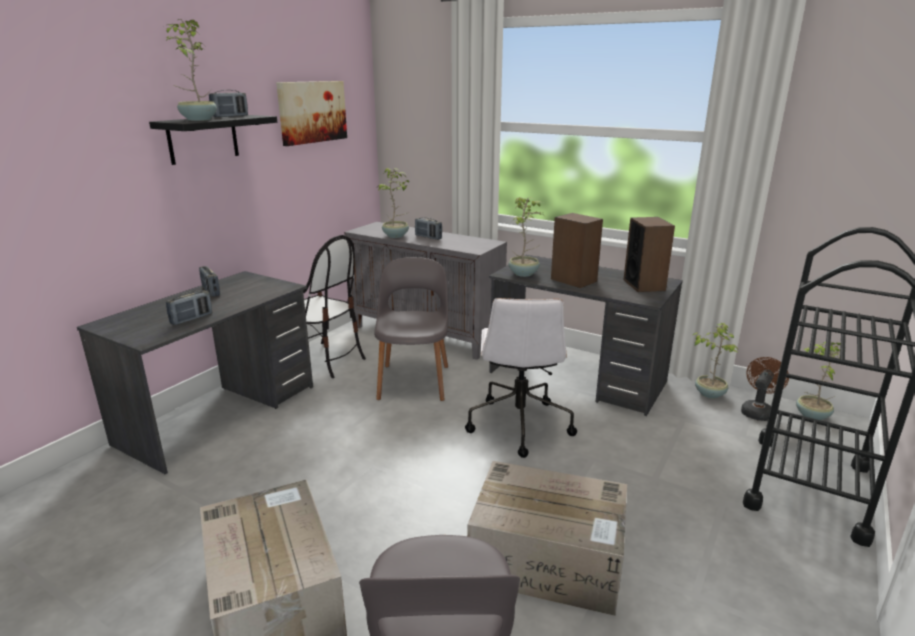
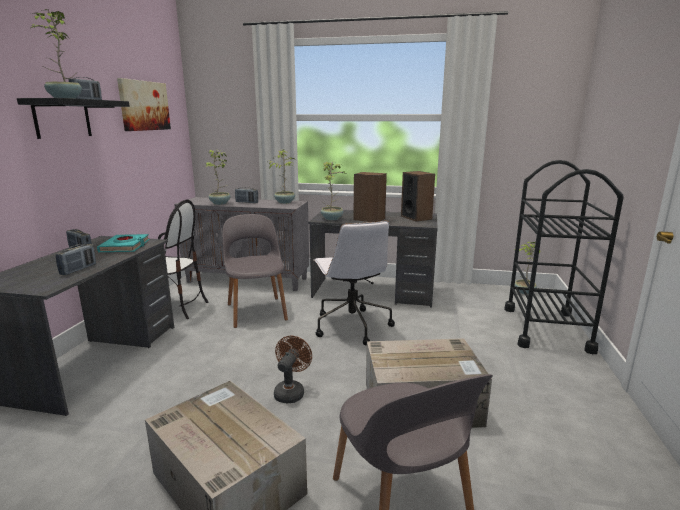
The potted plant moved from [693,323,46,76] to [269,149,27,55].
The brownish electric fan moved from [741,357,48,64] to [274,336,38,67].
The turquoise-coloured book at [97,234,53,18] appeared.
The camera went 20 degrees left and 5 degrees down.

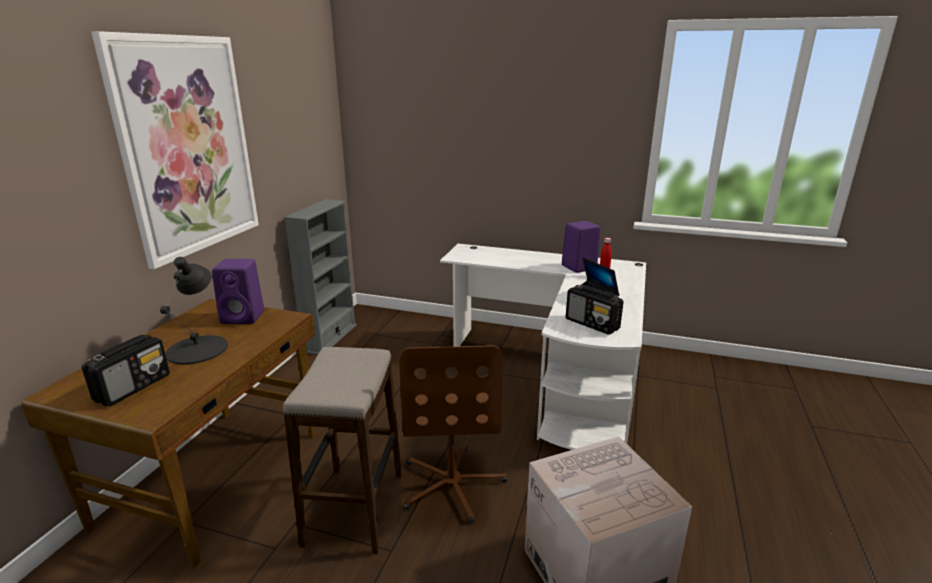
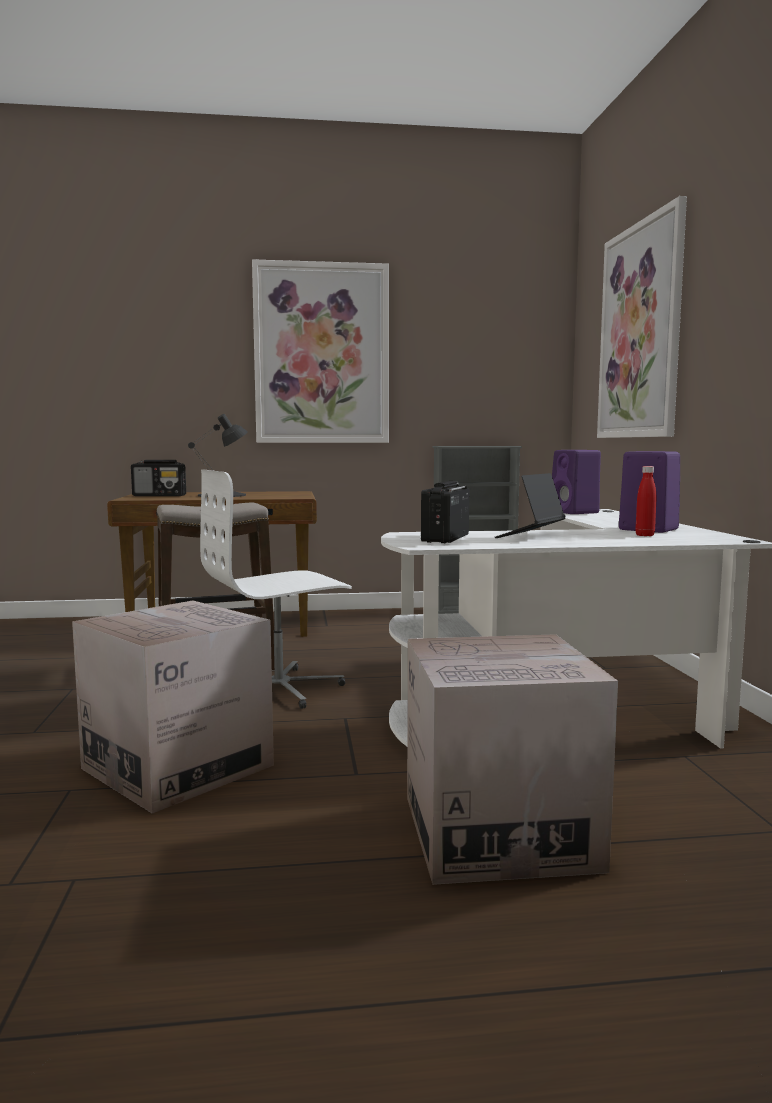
The purple loudspeaker moved from [212,259,52,65] to [552,450,49,64].
The brownish office chair at [399,345,108,179] became the white office chair at [200,469,152,240].
The wall art at [597,196,90,242] appeared.
The carton at [407,634,211,251] appeared.
The camera went 65 degrees right and 15 degrees down.

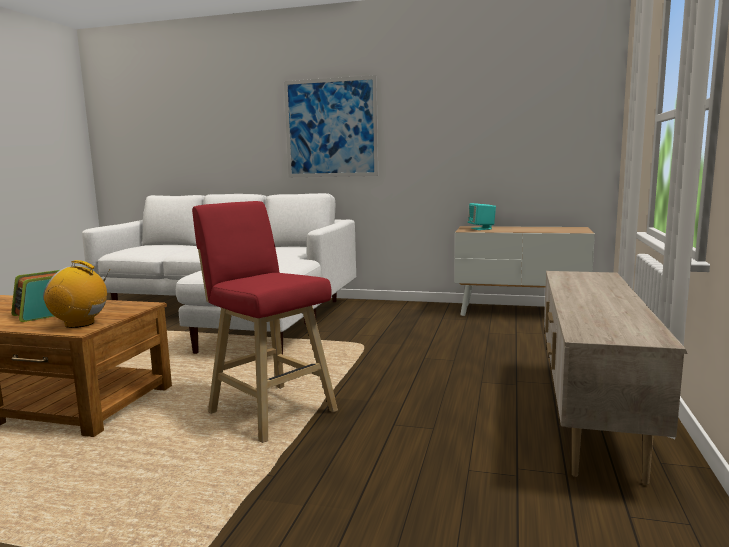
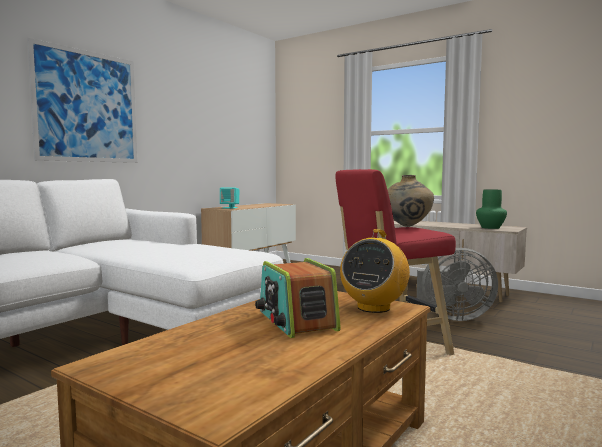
The sand-coloured flower vase at [388,175,46,52] appeared.
The green-coloured flower vase at [476,189,31,40] appeared.
The grey electric fan at [417,248,81,73] appeared.
The camera went 70 degrees left and 5 degrees down.

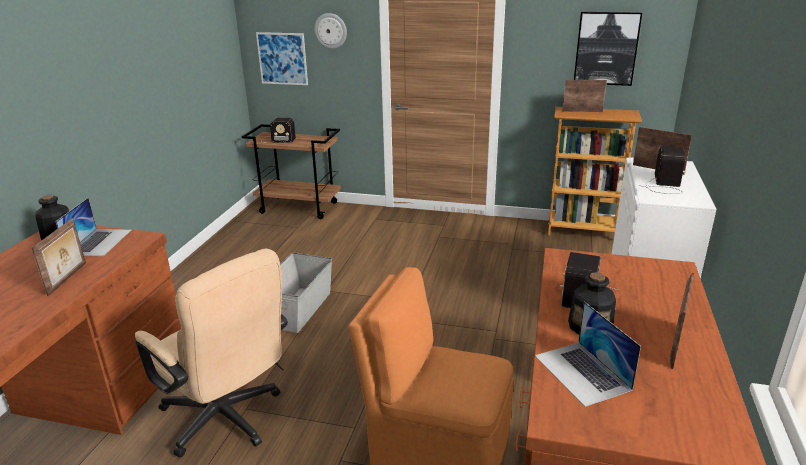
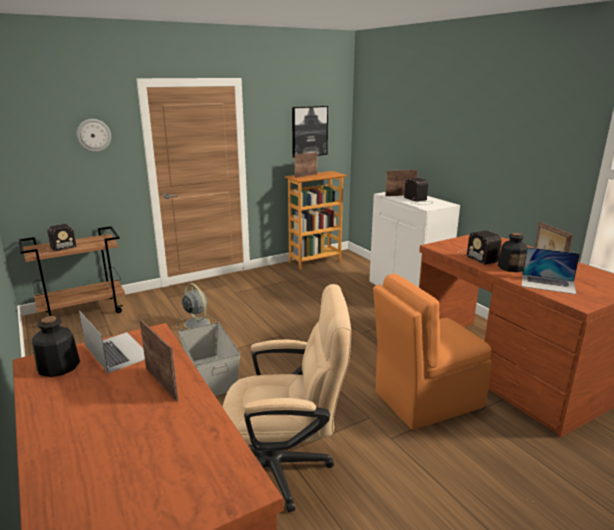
The wall art at [256,32,52,53] disappeared.
The grey electric fan at [176,283,40,47] appeared.
The camera went 45 degrees left and 5 degrees down.

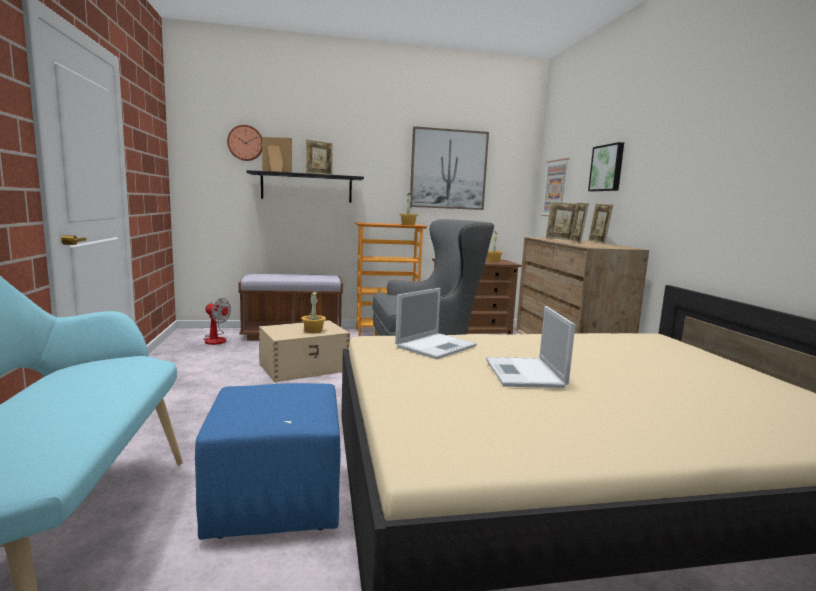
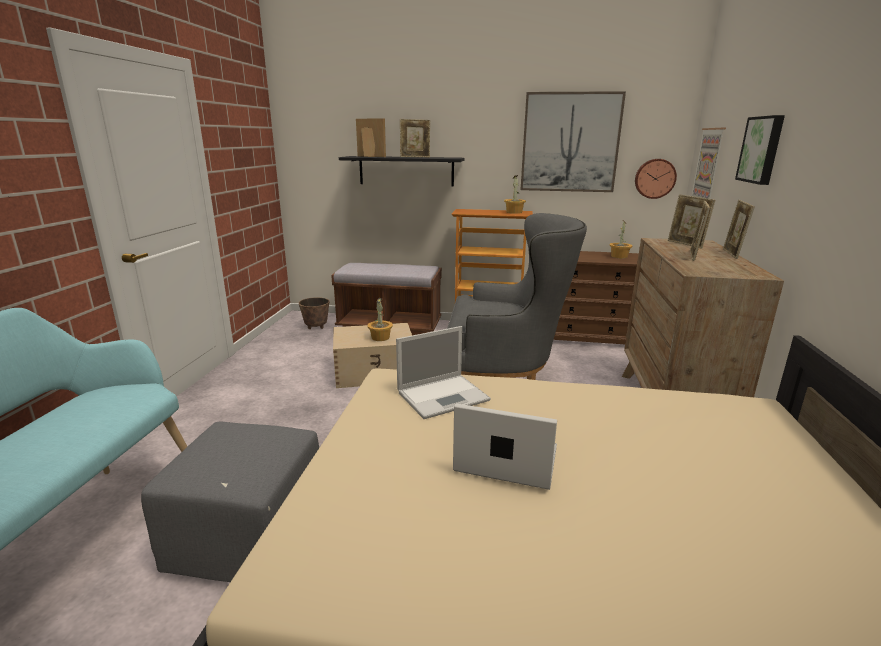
The hanging clock moved from [227,125,35,36] to [635,159,42,40].
The electric fan at [203,298,28,47] was replaced by the planter at [299,297,30,32].
The laptop at [486,306,89,82] turned 90 degrees clockwise.
The blue pouffe at [195,383,145,157] became the grey pouffe at [141,421,178,161].
The camera went 20 degrees right and 10 degrees up.

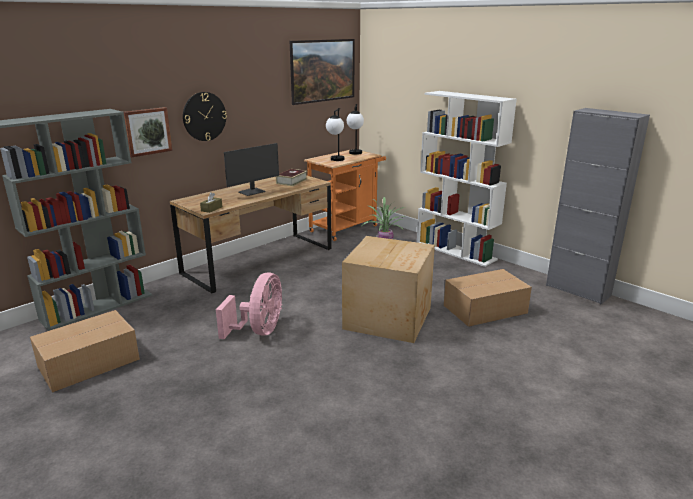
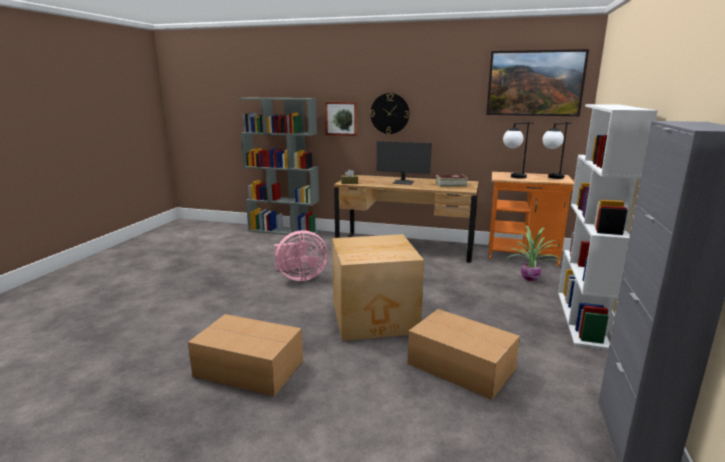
The carton moved from [30,310,110,83] to [188,314,115,82].
The camera went 60 degrees right and 5 degrees down.

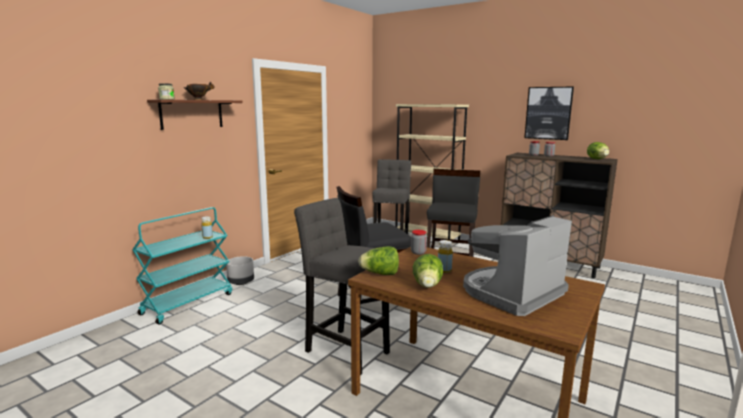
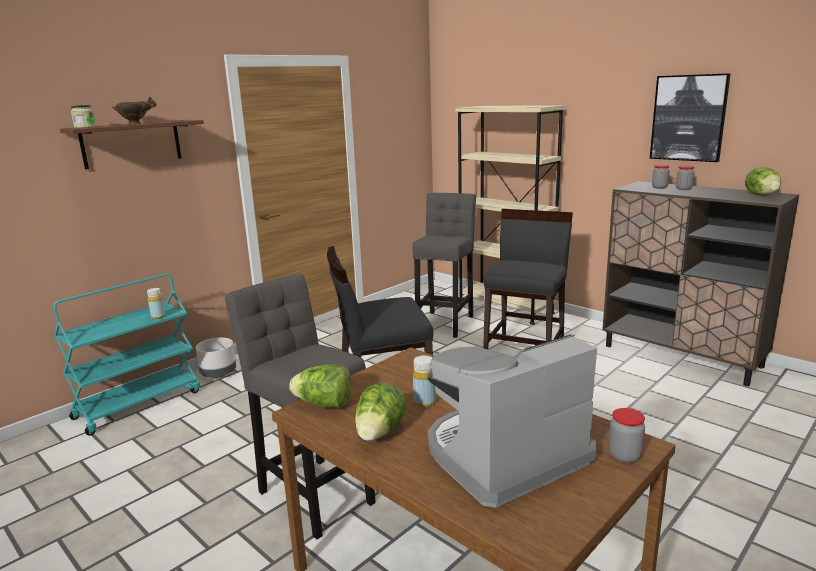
The jar moved from [411,230,16,25] to [608,408,37,55].
The camera went 10 degrees right and 5 degrees up.

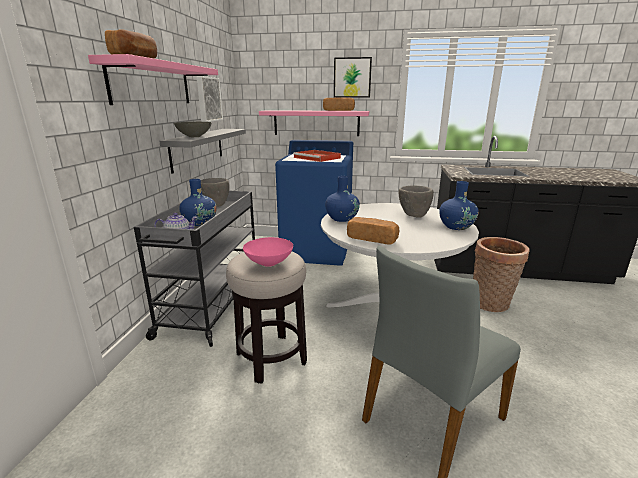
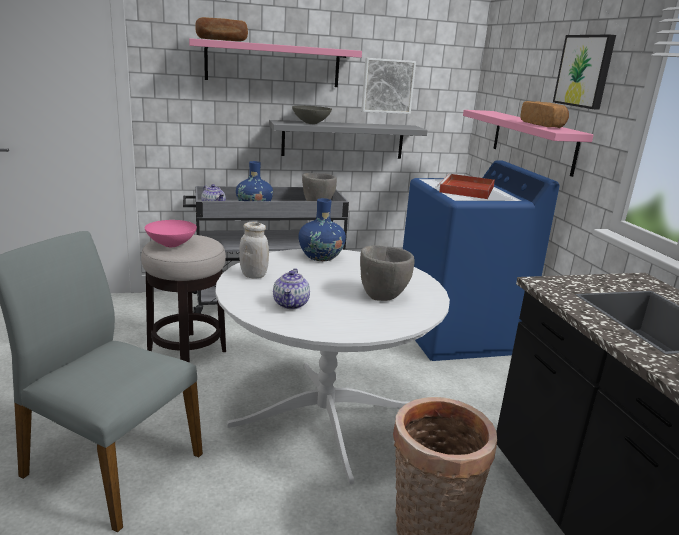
The blue flower vase at [439,181,40,49] disappeared.
The bread at [347,217,52,27] was replaced by the white jar at [239,222,30,57].
The pot for tea at [273,268,37,41] appeared.
The camera went 65 degrees right and 0 degrees up.

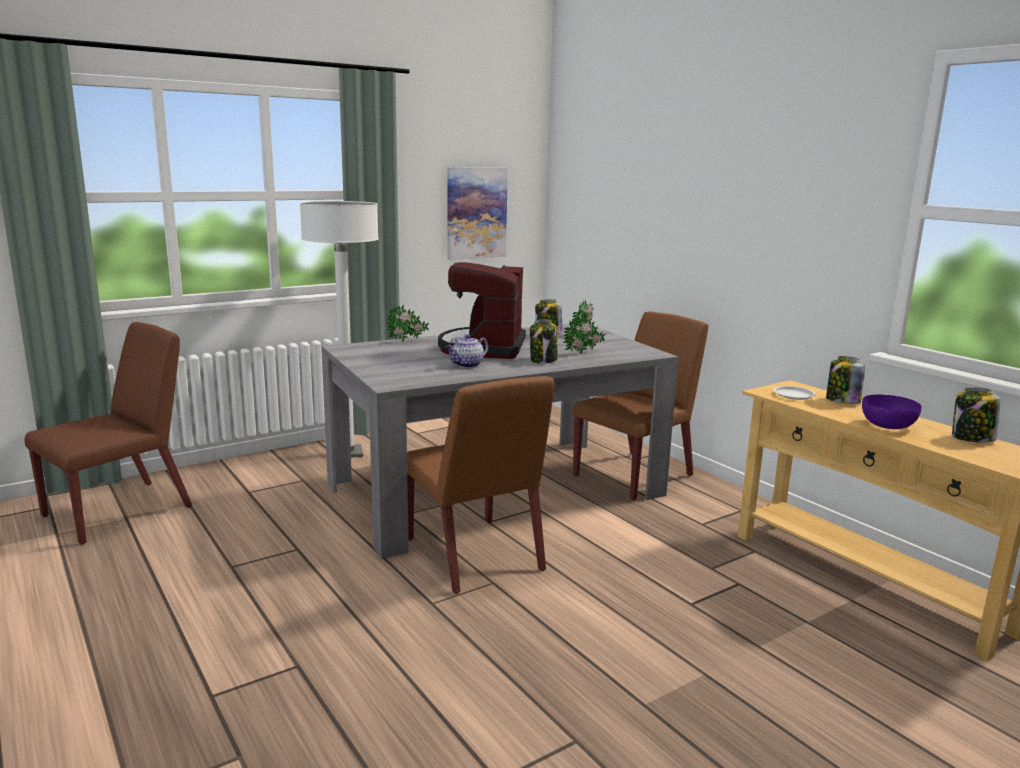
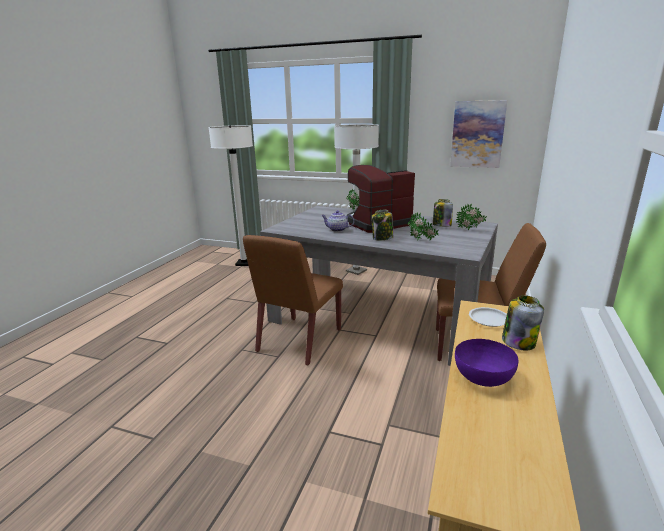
The brownish chair at [25,322,167,223] was replaced by the white floor lamp at [208,125,45,141].
The jar at [952,387,48,56] disappeared.
The camera went 55 degrees right and 5 degrees up.

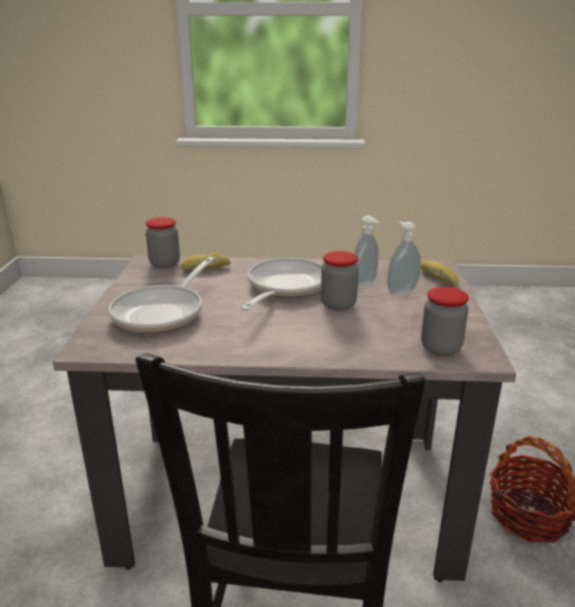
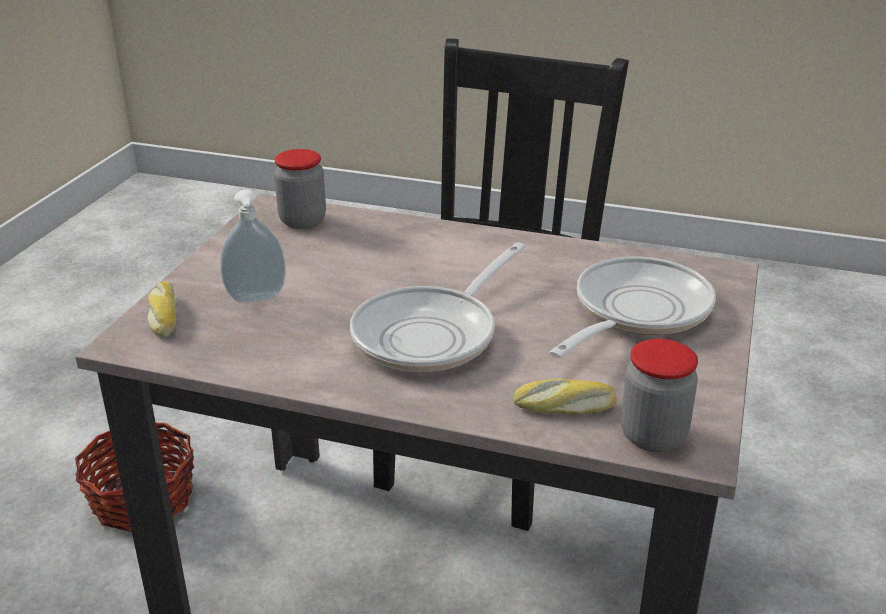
The soap bottle at [354,216,26,72] disappeared.
The jar at [321,251,38,60] disappeared.
The camera went 165 degrees left and 5 degrees up.

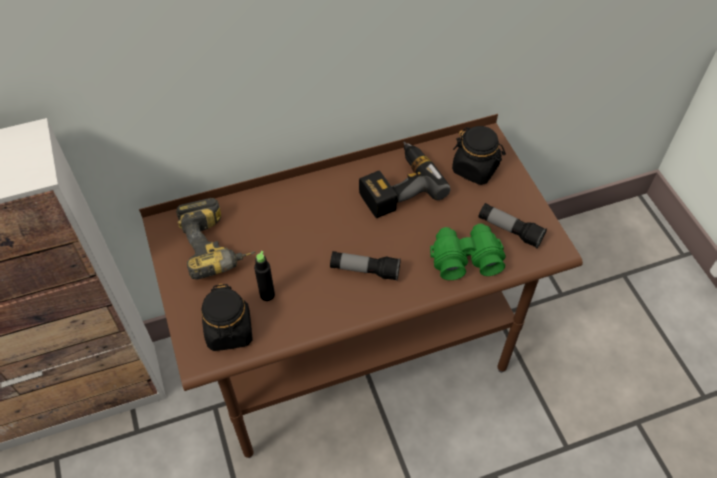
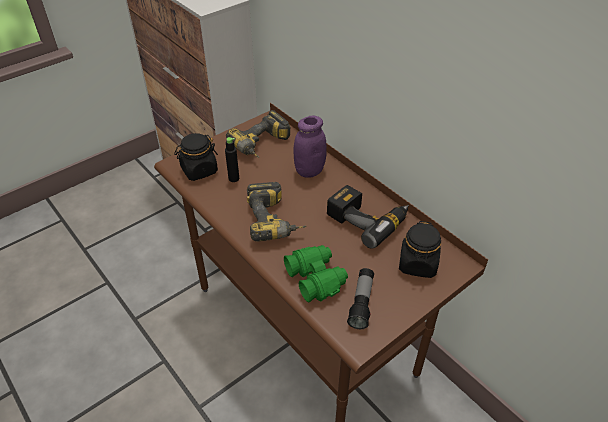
The torch at [330,251,71,30] was replaced by the power drill at [247,182,60,59].
The purple jar at [293,116,34,62] appeared.
The camera went 70 degrees right and 10 degrees down.

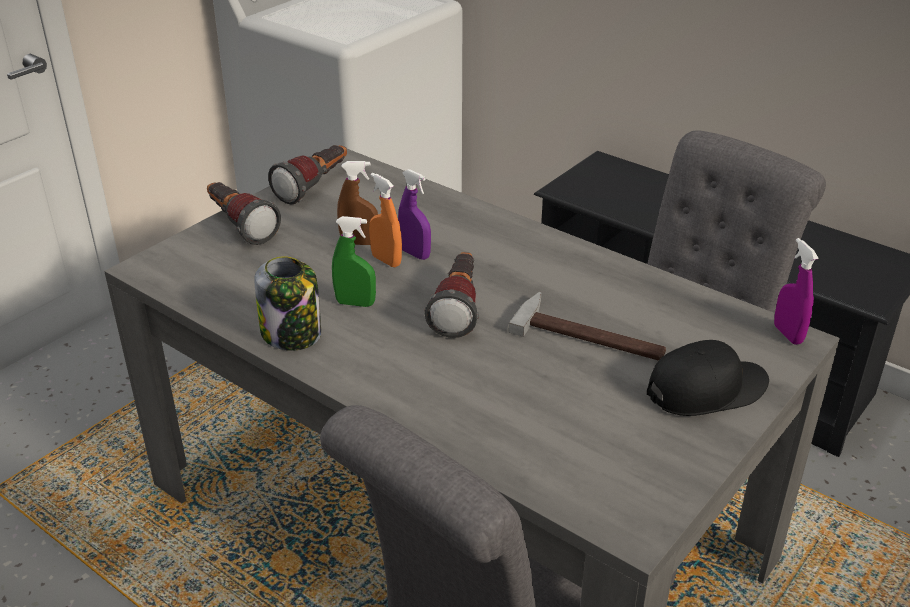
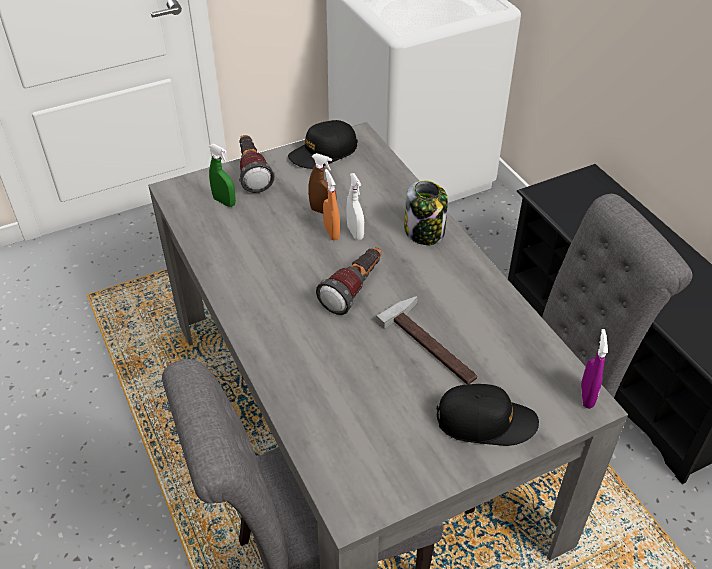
The torch at [268,145,79,60] was replaced by the black cap at [288,120,70,49].
The purple hand sprayer at [398,169,33,91] became the white hand sprayer at [347,173,17,67].
The green-coloured hand sprayer moved from [332,216,44,91] to [209,144,27,63].
The jar moved from [254,256,67,95] to [404,180,44,65].
The camera went 25 degrees right and 10 degrees up.

